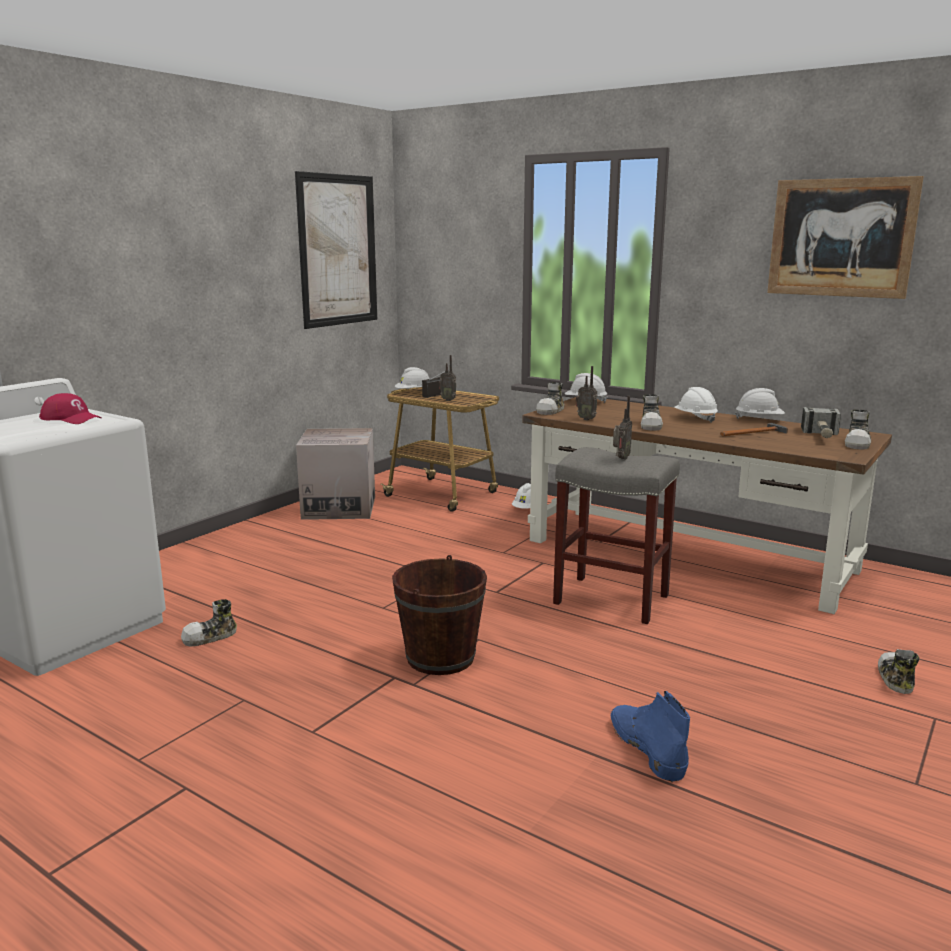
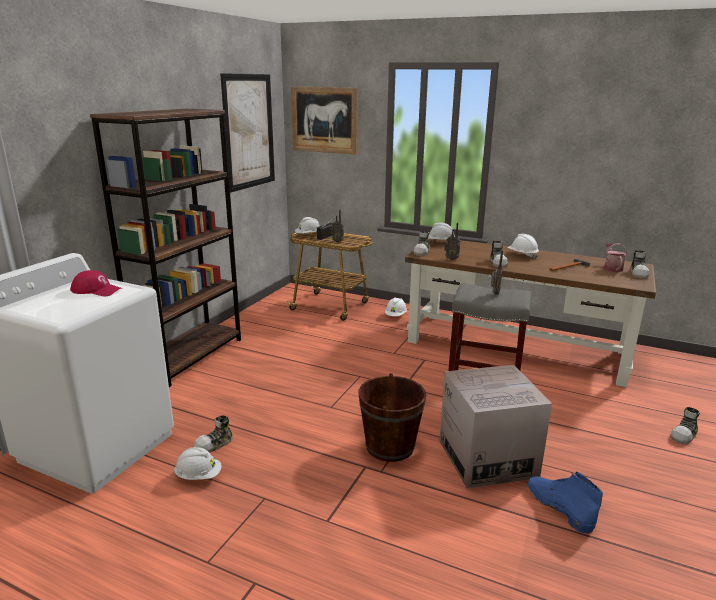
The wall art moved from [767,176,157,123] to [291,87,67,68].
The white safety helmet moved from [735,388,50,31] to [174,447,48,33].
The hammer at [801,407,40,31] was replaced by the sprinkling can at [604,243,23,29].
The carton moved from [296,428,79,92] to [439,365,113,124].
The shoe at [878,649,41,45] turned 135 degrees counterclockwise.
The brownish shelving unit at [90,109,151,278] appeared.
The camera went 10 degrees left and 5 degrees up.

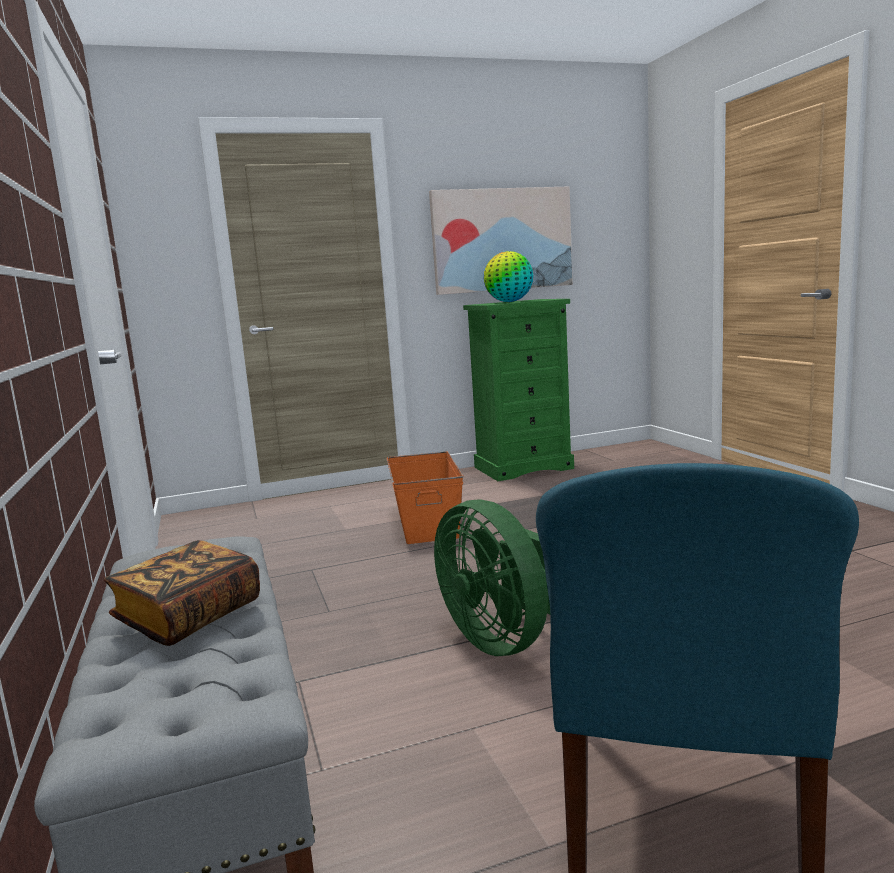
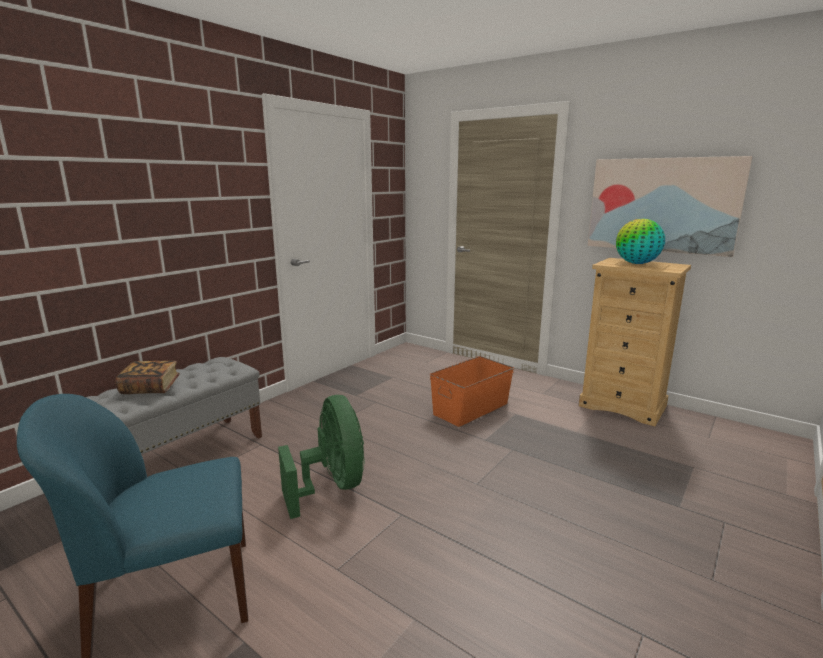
The green-coloured dresser at [463,299,111,182] became the sand-coloured dresser at [579,258,112,168].
The green-coloured electric fan at [434,499,116,157] turned 135 degrees clockwise.
The camera went 55 degrees right and 5 degrees up.

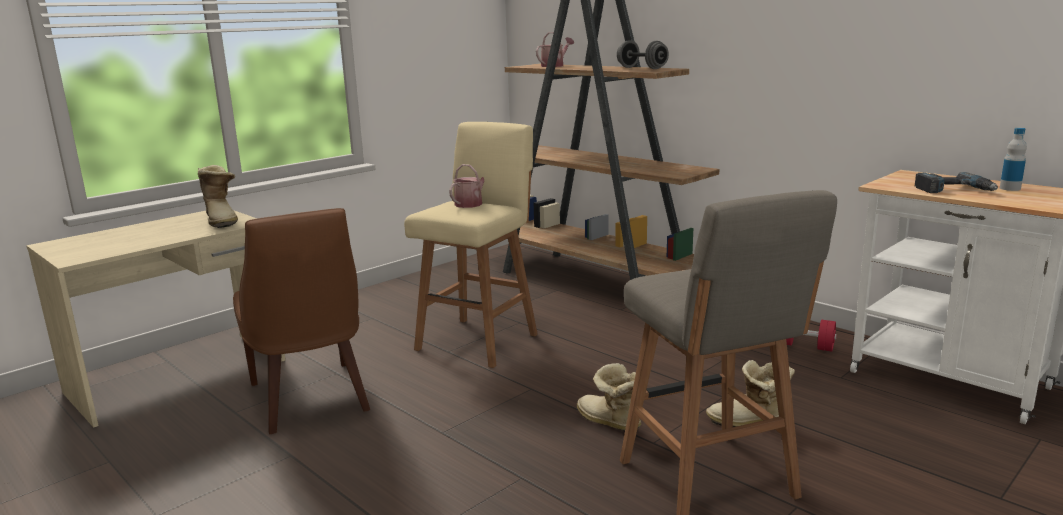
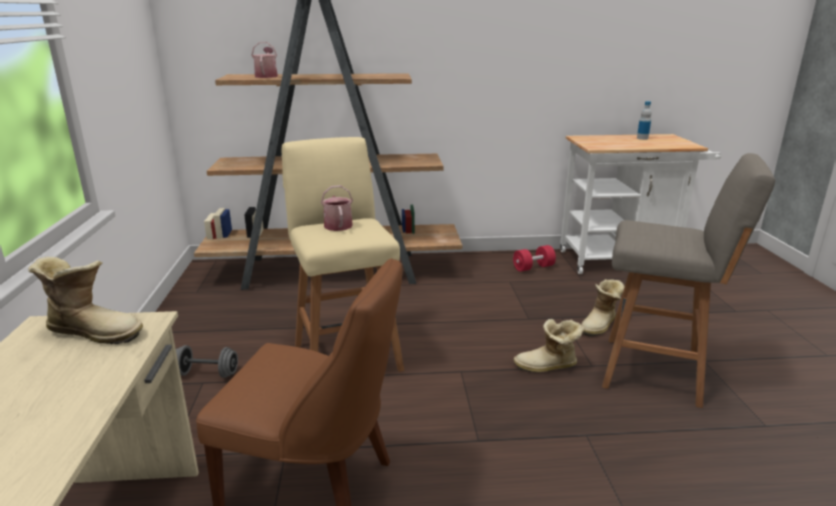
The grey dumbbell moved from [617,40,52,29] to [176,345,62,33].
The power drill at [915,172,83,21] disappeared.
The camera went 50 degrees left and 5 degrees up.

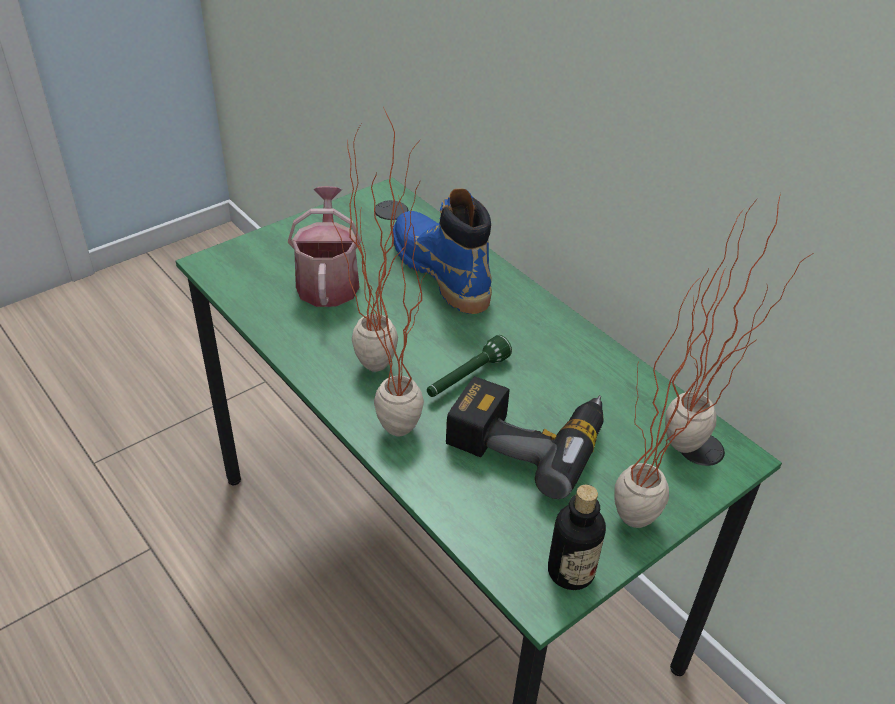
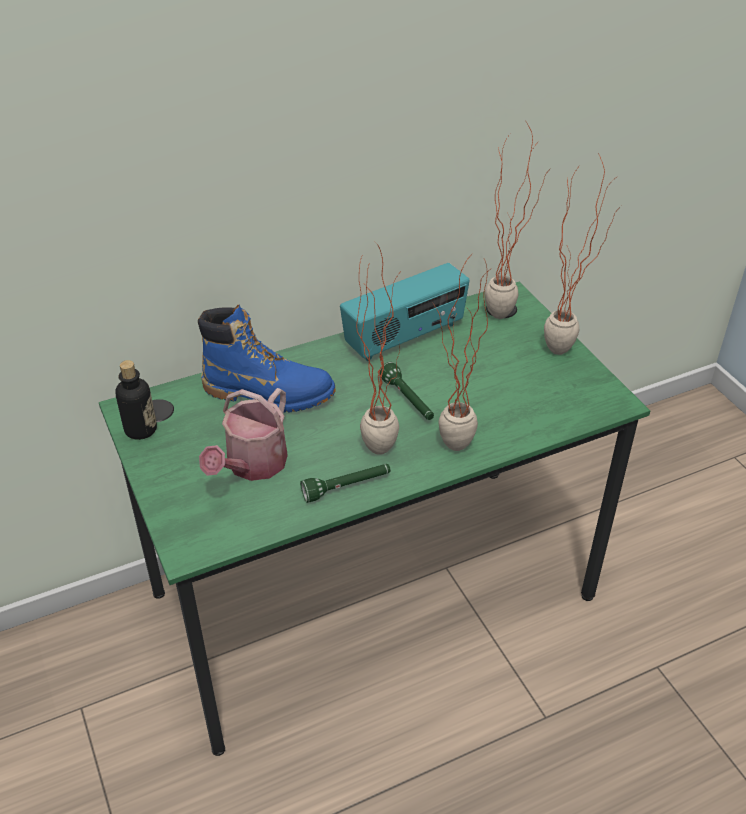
The sprinkling can at [288,186,73,121] turned 75 degrees counterclockwise.
The blue tall boot at [393,188,99,126] turned 150 degrees counterclockwise.
The power drill at [446,376,158,123] disappeared.
The bottle moved from [548,484,58,106] to [115,360,42,80].
The radio receiver at [340,263,130,98] appeared.
The green-coloured torch at [300,464,91,39] appeared.
The camera went 75 degrees left and 0 degrees up.

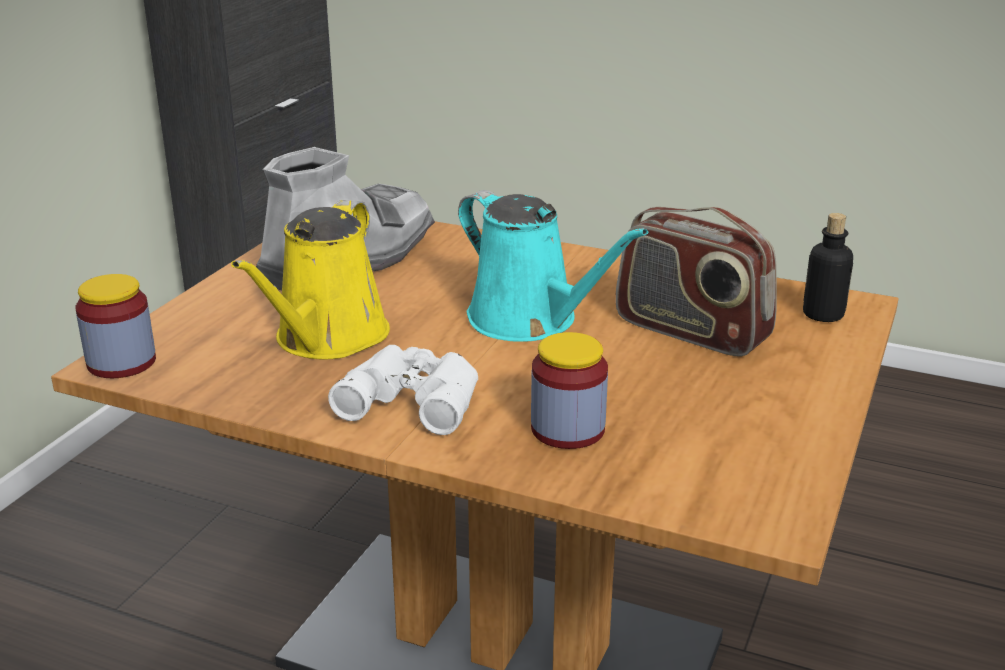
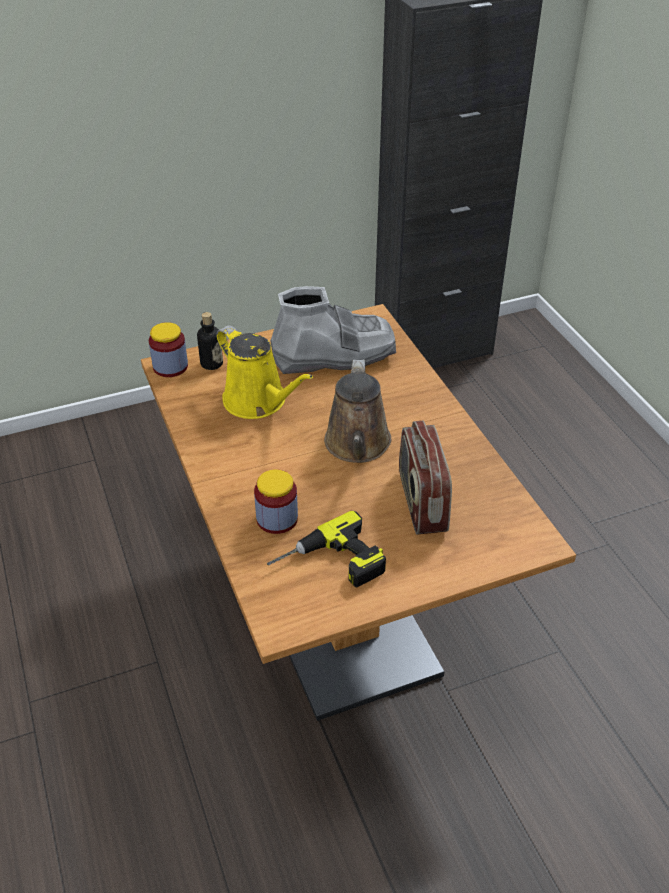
The turquoise-coloured sprinkling can at [458,190,190,152] became the brownish sprinkling can at [324,360,67,103].
The yellow-coloured sprinkling can at [231,200,159,159] turned 105 degrees counterclockwise.
The bottle moved from [803,213,50,109] to [197,312,26,58].
The white field glasses at [328,345,150,90] disappeared.
The power drill at [267,511,119,77] appeared.
The camera went 45 degrees right and 15 degrees up.

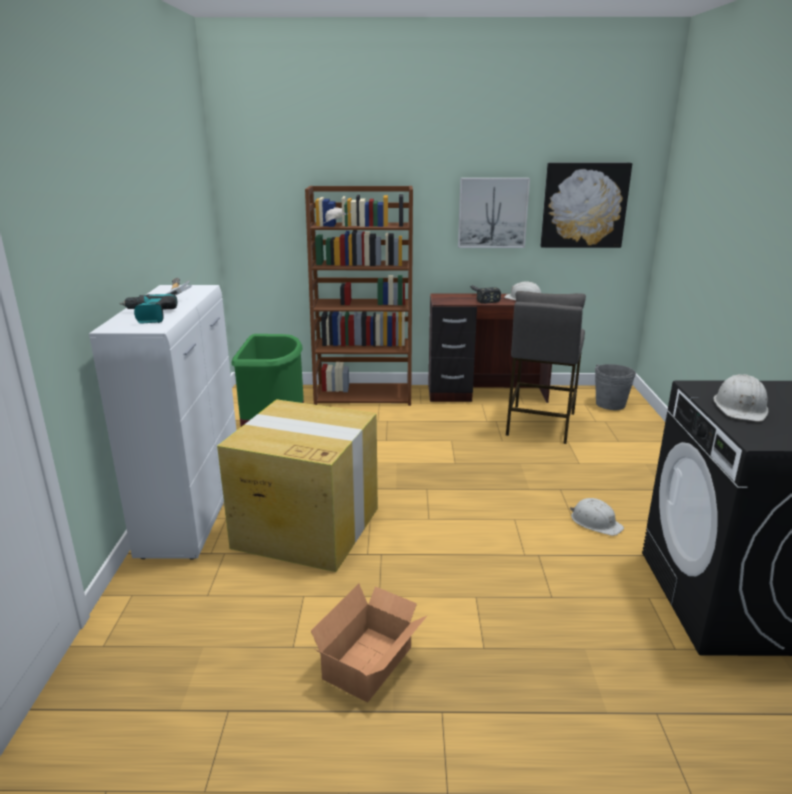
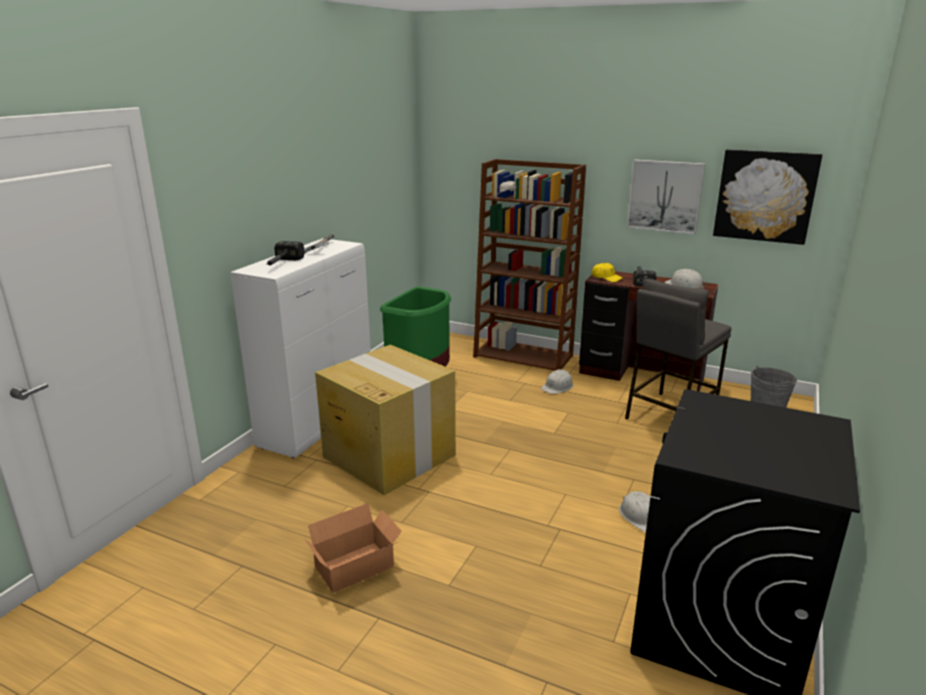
The power drill at [120,294,58,30] was replaced by the hammer at [267,241,37,24].
The white safety helmet moved from [713,374,56,47] to [541,369,33,25].
The yellow-coloured cap at [592,263,31,19] appeared.
The camera went 25 degrees right and 0 degrees up.

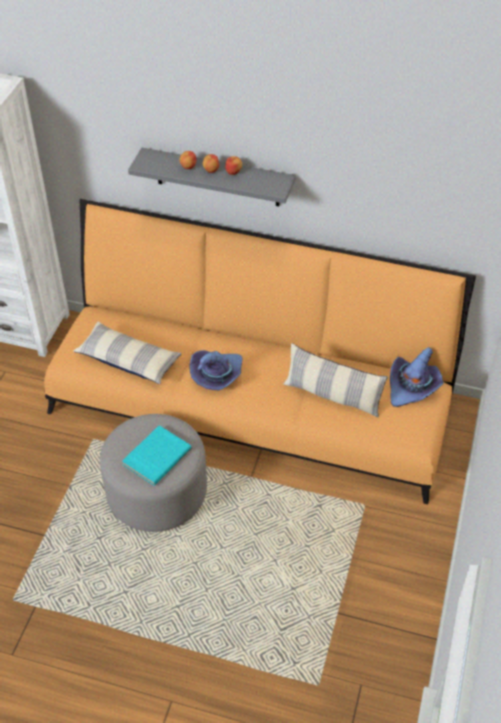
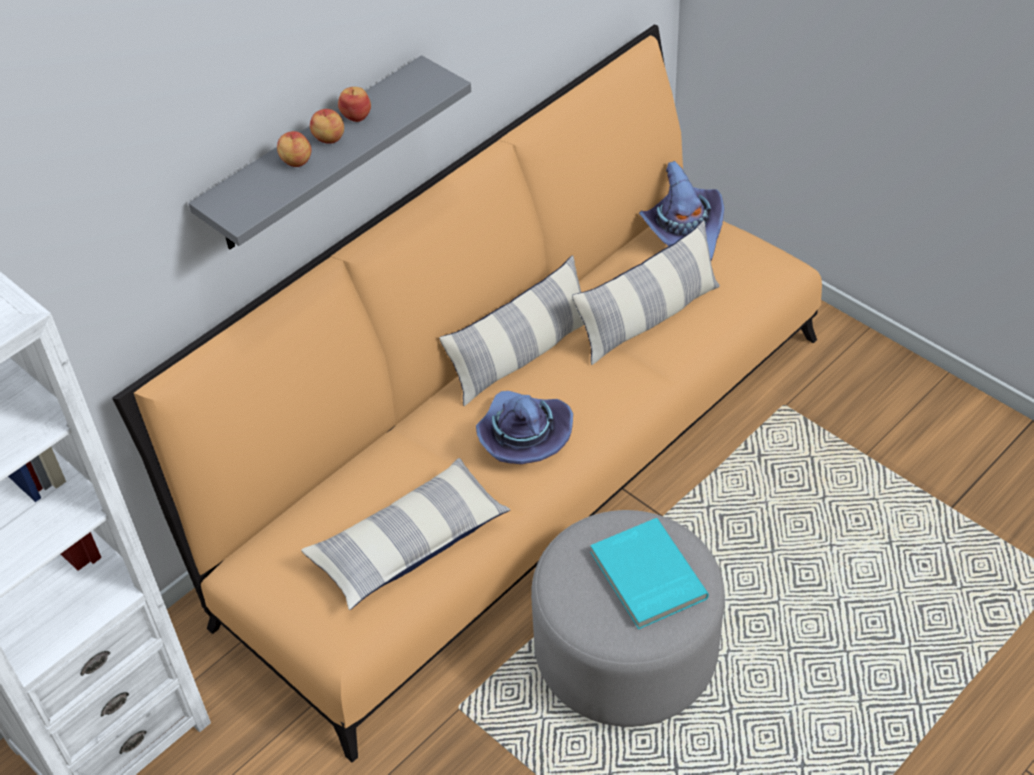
The cushion at [439,255,145,151] appeared.
The camera went 60 degrees left and 0 degrees up.

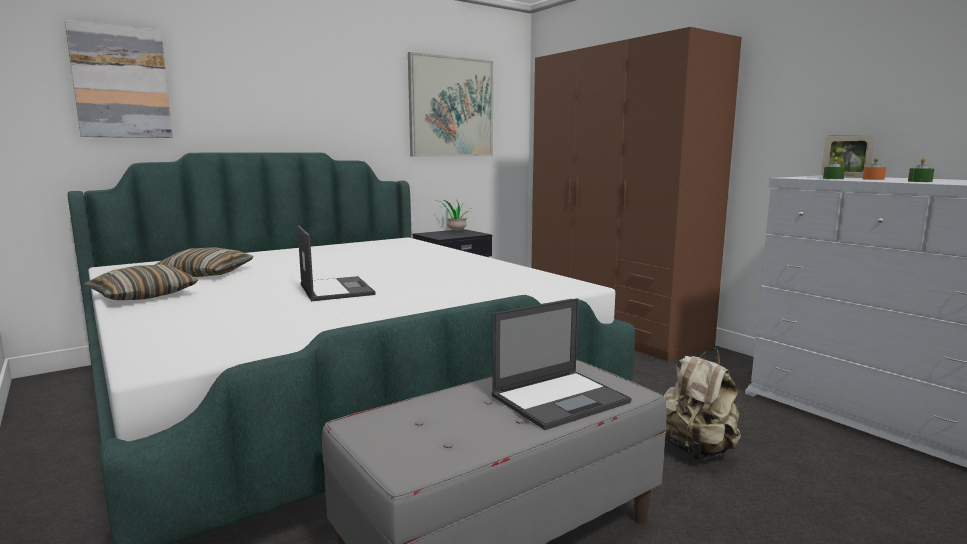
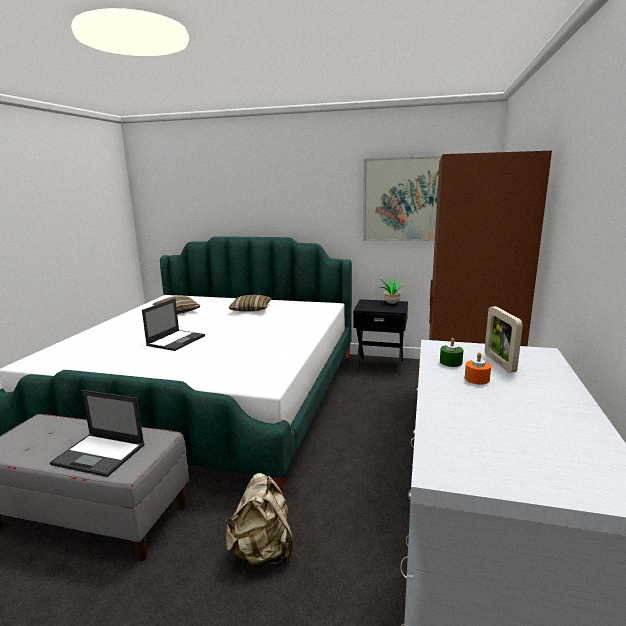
The wall art at [65,20,108,118] disappeared.
The green-coloured wax candle at [908,157,26,25] disappeared.
The cushion moved from [84,265,114,35] to [228,295,44,17].
The camera went 50 degrees right and 5 degrees up.

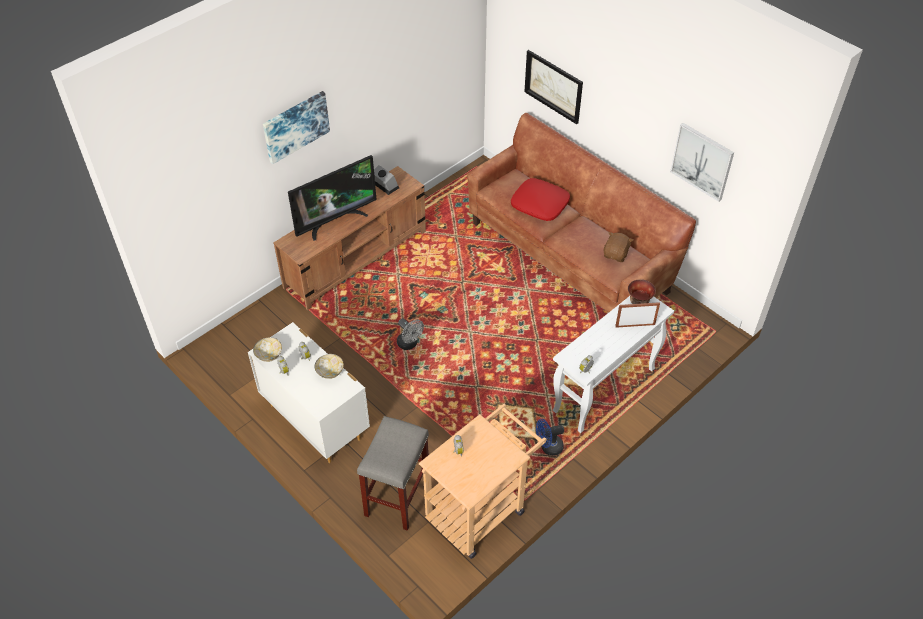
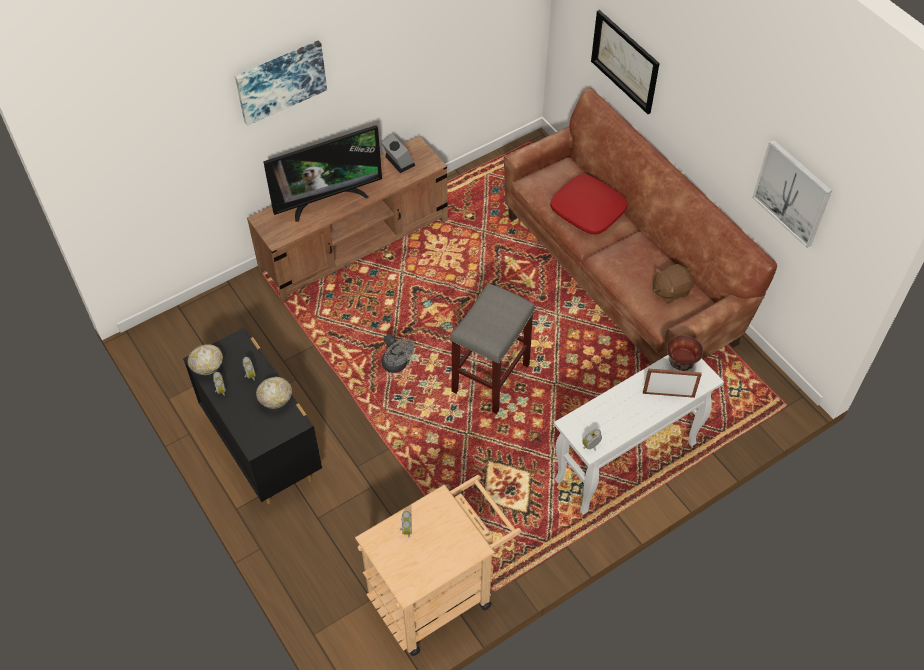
The brownish cuddly toy at [604,232,29,30] turned 150 degrees counterclockwise.
The white dresser at [248,322,122,141] became the black dresser at [183,327,139,178].
The grey sitting stool moved from [357,416,72,115] to [450,283,85,131].
The blue electric fan at [536,419,28,37] disappeared.
The camera went 10 degrees right and 5 degrees up.

